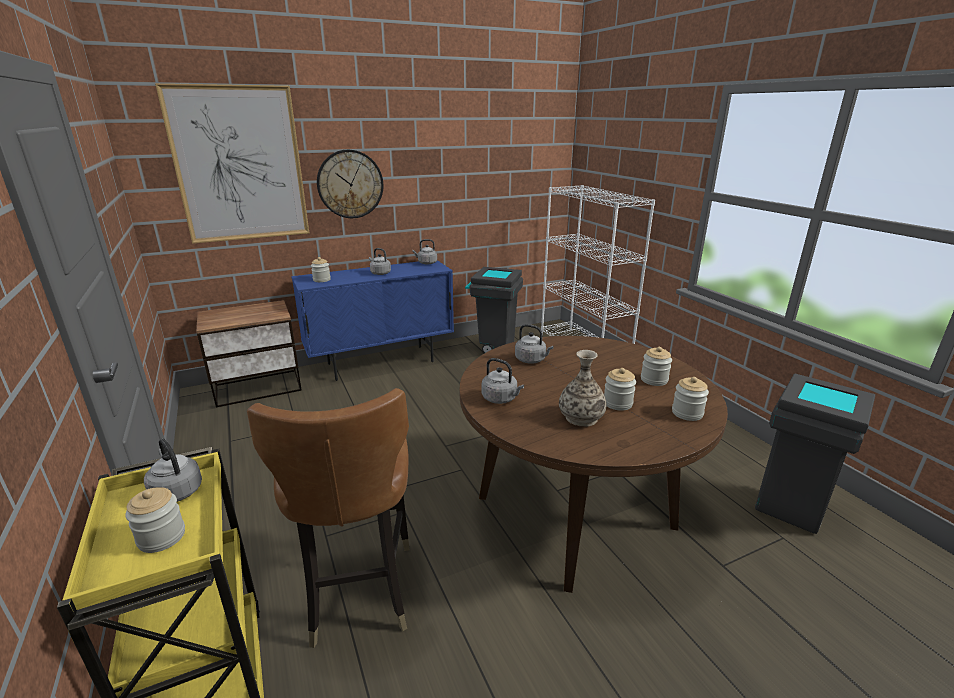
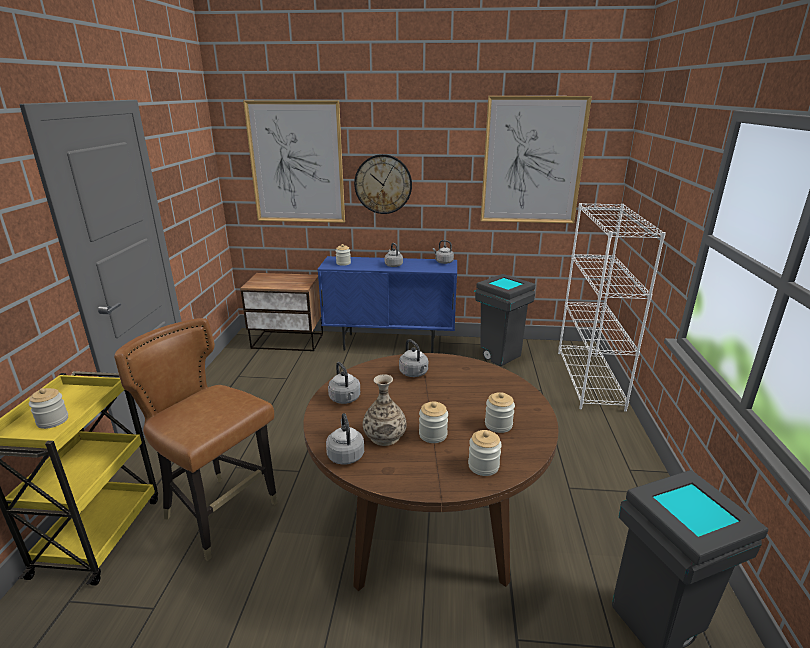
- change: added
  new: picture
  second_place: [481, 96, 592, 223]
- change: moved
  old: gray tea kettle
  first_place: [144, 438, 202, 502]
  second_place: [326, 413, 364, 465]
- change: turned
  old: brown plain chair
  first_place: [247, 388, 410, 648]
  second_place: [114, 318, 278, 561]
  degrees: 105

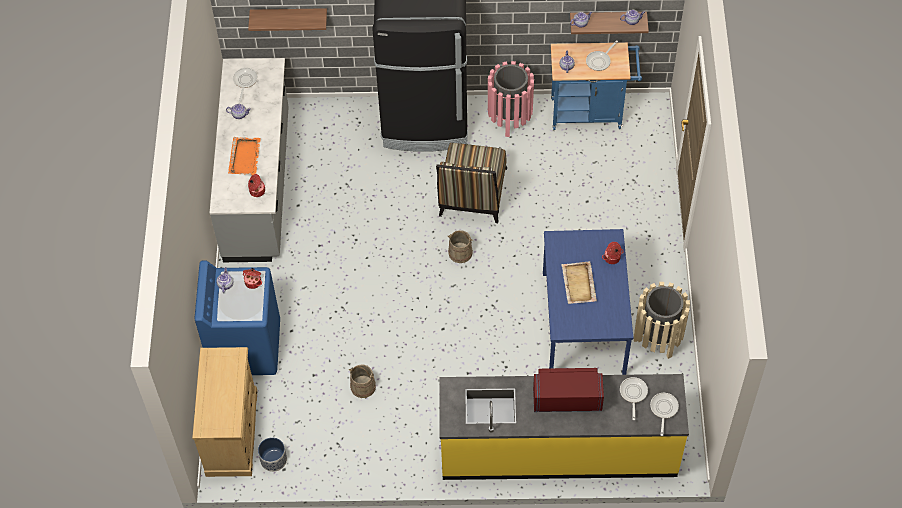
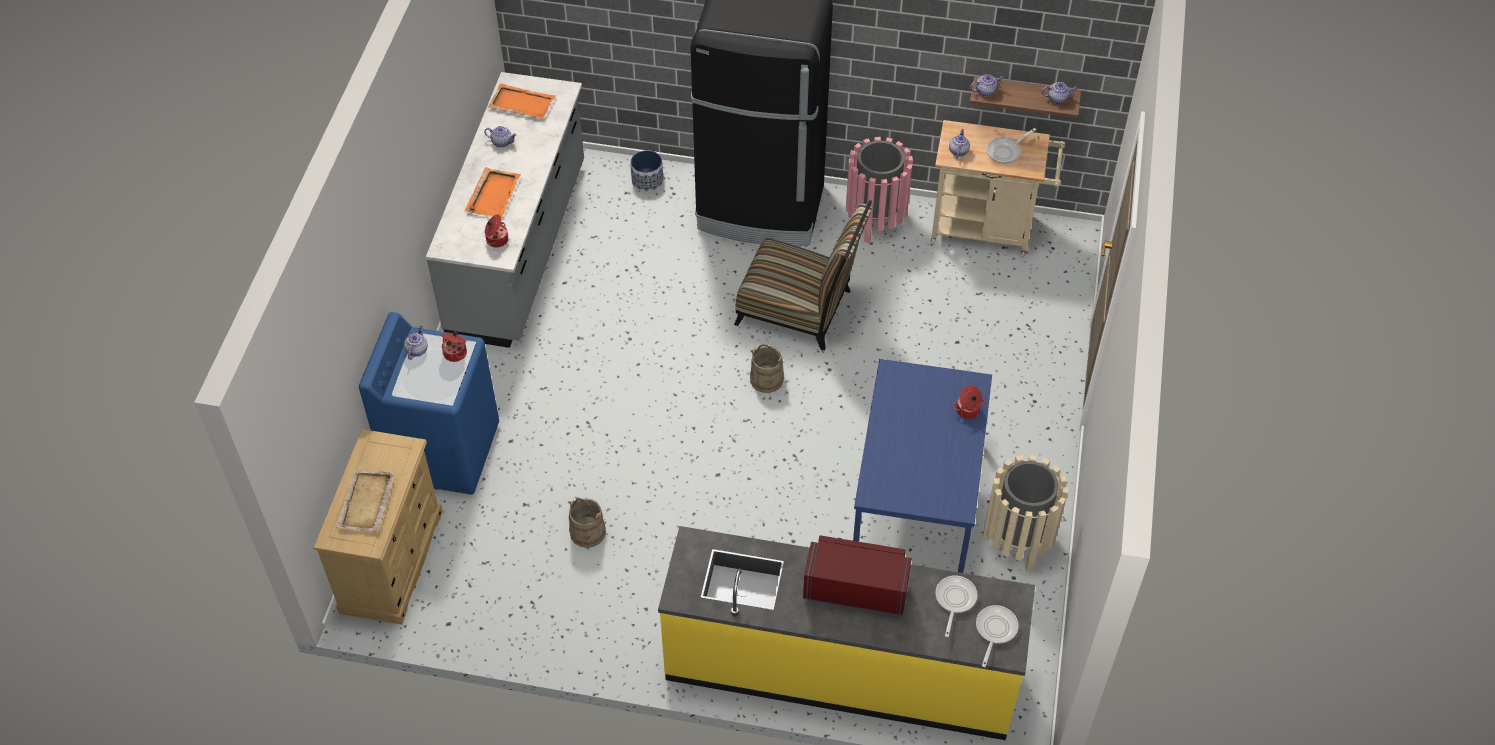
- change: removed
  old: shelf
  first_place: [248, 8, 327, 31]
- change: moved
  old: planter
  first_place: [258, 437, 287, 472]
  second_place: [630, 150, 663, 192]
- change: moved
  old: sand-coloured serving tray
  first_place: [561, 261, 597, 304]
  second_place: [336, 470, 395, 532]
- change: replaced
  old: skillet
  new: orangey serving tray
  first_place: [233, 68, 258, 101]
  second_place: [487, 83, 556, 119]
- change: recoloured
  old: blue cart
  new: sand-coloured cart
  first_place: [551, 43, 642, 130]
  second_place: [931, 120, 1065, 257]
- change: turned
  old: plain chair
  first_place: [436, 143, 507, 223]
  second_place: [734, 201, 872, 351]
  degrees: -90

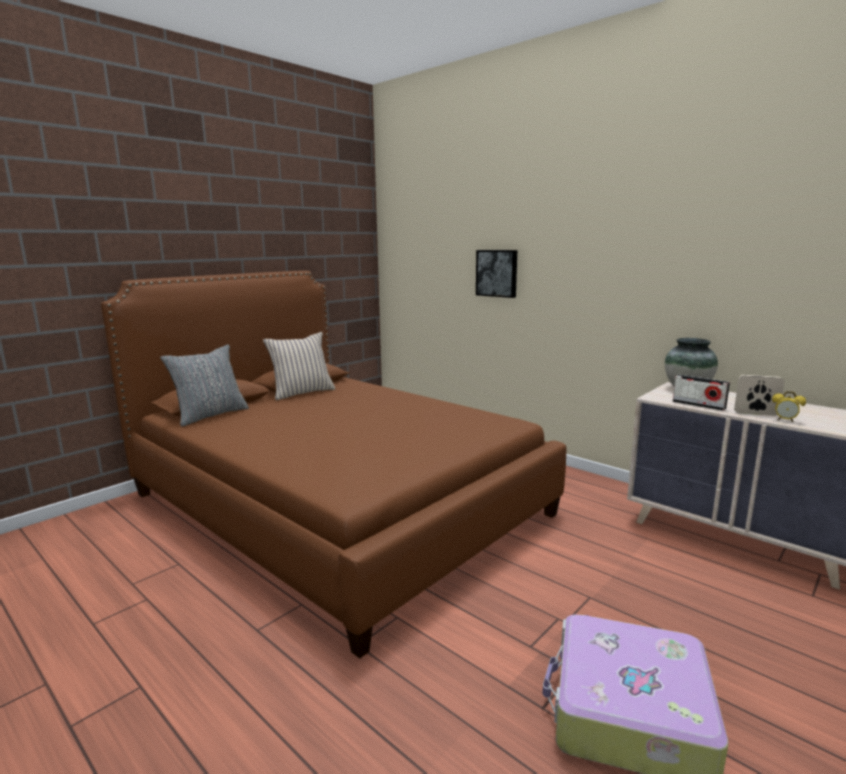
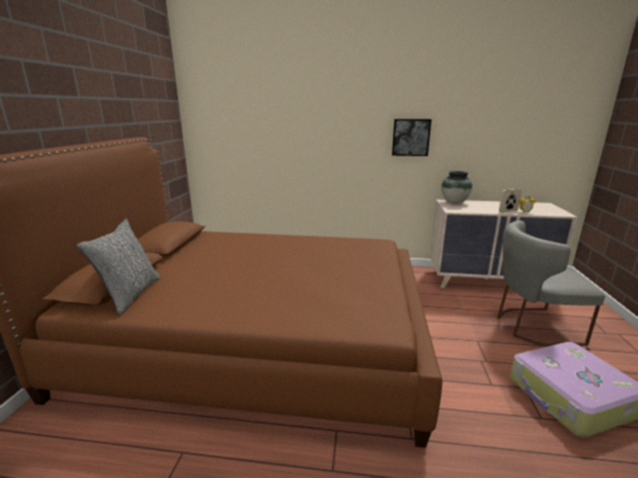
- change: removed
  old: sand-coloured throw pillow
  first_place: [263, 332, 335, 400]
- change: removed
  old: radio set
  first_place: [673, 375, 730, 411]
- change: added
  new: gray plain chair
  second_place: [497, 221, 605, 346]
- change: moved
  old: picture
  first_place: [476, 250, 517, 298]
  second_place: [392, 119, 431, 156]

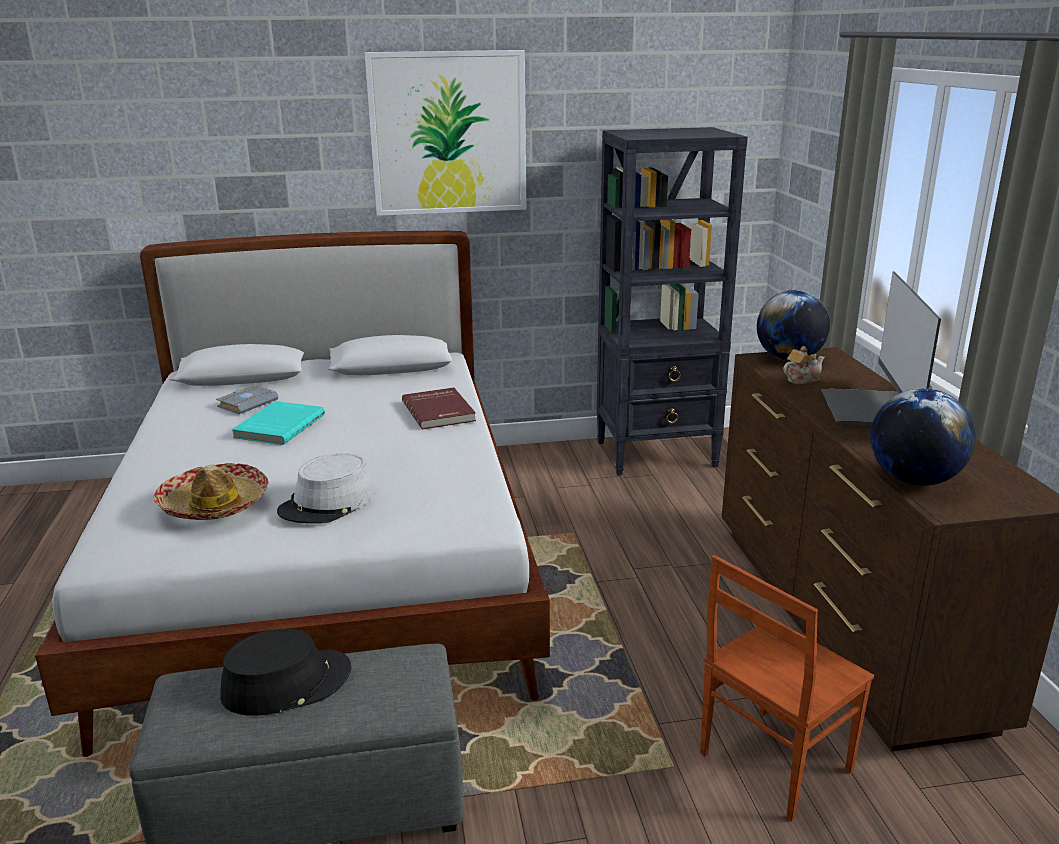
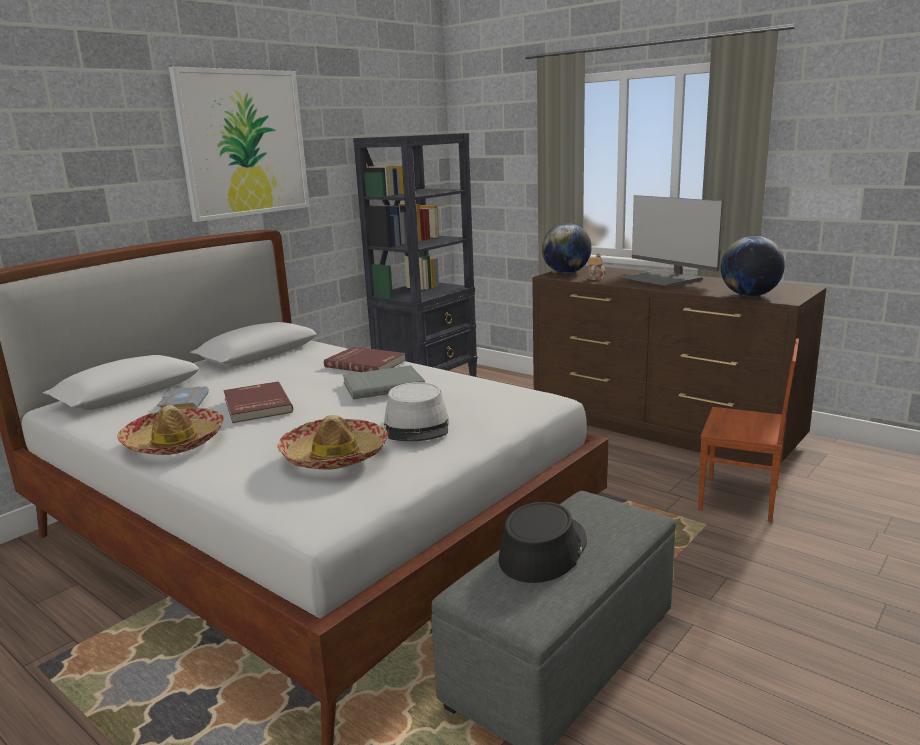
- change: added
  new: clothing hat
  second_place: [117, 405, 224, 455]
- change: added
  new: gray book
  second_place: [343, 365, 425, 399]
- change: recoloured
  old: turquoise-coloured book
  new: reddish book
  first_place: [232, 401, 325, 445]
  second_place: [223, 381, 293, 423]
- change: turned
  old: brown plain chair
  first_place: [700, 555, 874, 821]
  second_place: [698, 338, 799, 523]
  degrees: -75

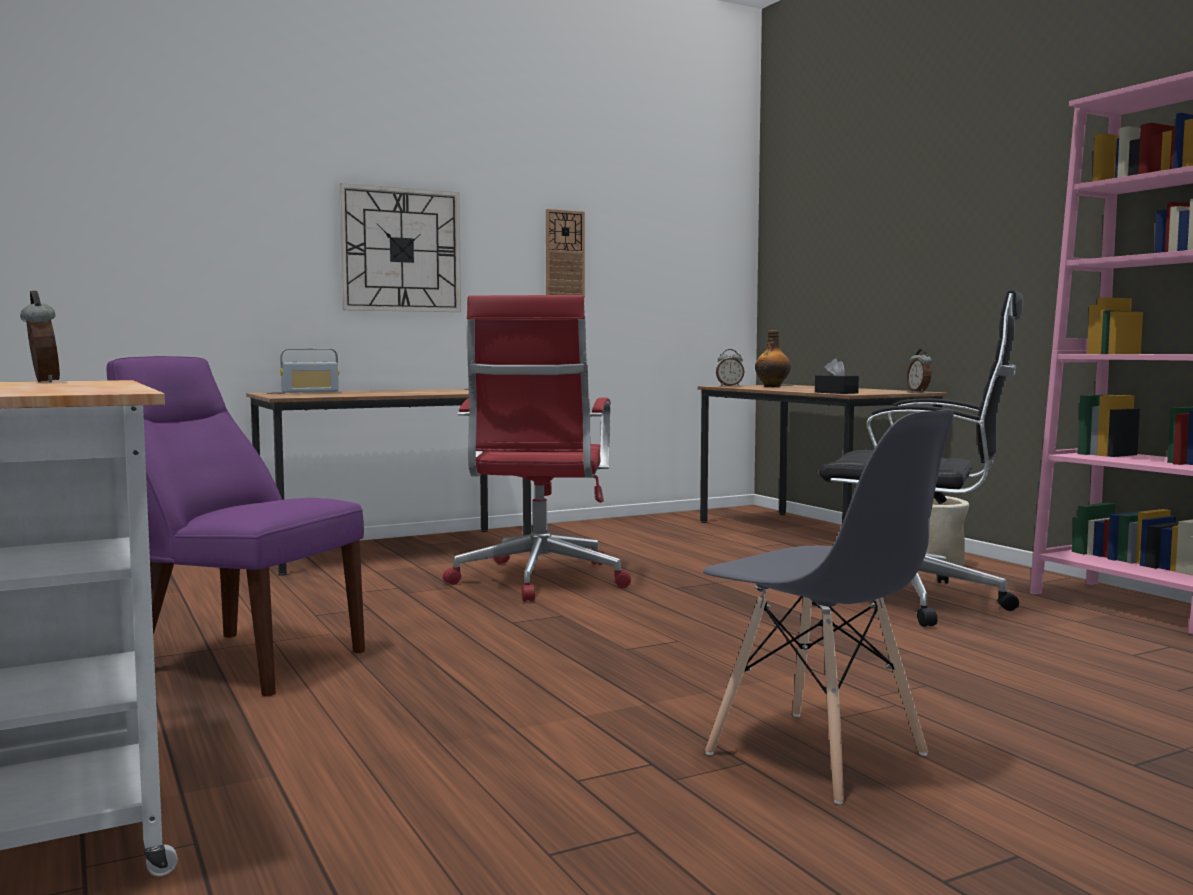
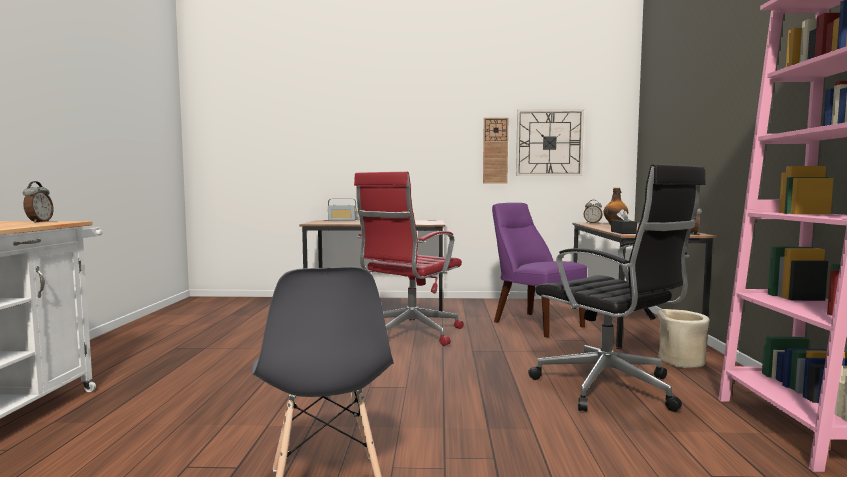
- change: moved
  old: purplish plain chair
  first_place: [107, 356, 365, 696]
  second_place: [492, 203, 587, 338]
- change: moved
  old: clock on the wall
  first_place: [339, 183, 461, 312]
  second_place: [516, 109, 584, 176]

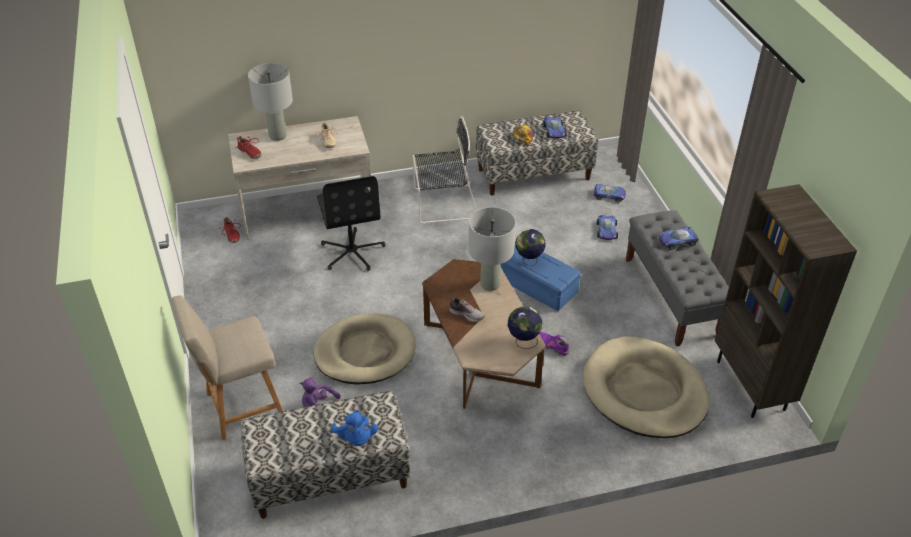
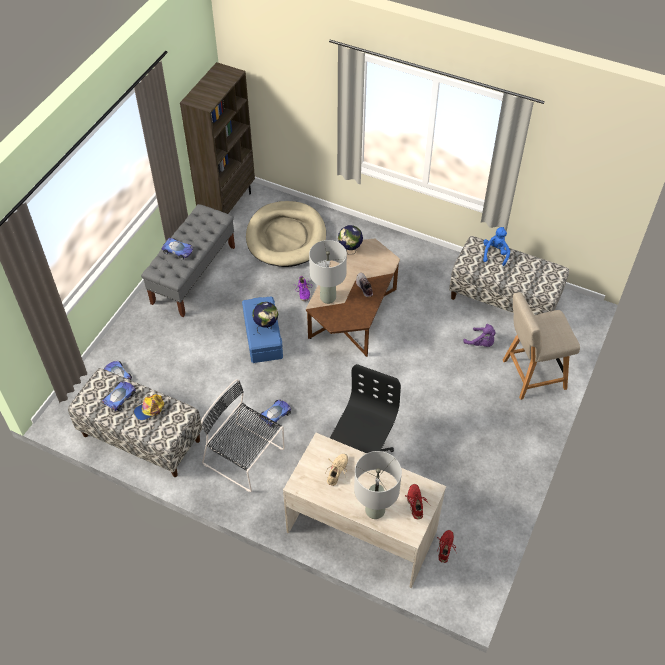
- change: removed
  old: sand-coloured dog bed
  first_place: [314, 313, 416, 385]
- change: moved
  old: model car
  first_place: [597, 215, 618, 240]
  second_place: [259, 400, 291, 428]
- change: turned
  old: sand-coloured plain chair
  first_place: [171, 295, 283, 440]
  second_place: [503, 292, 580, 400]
  degrees: 150

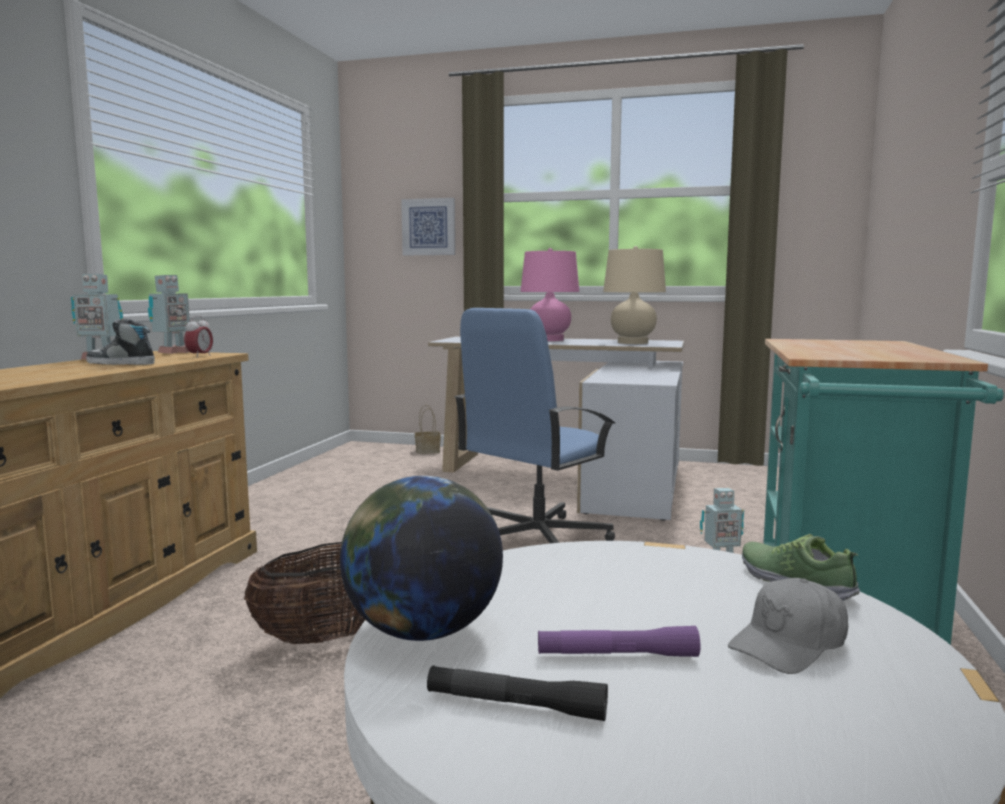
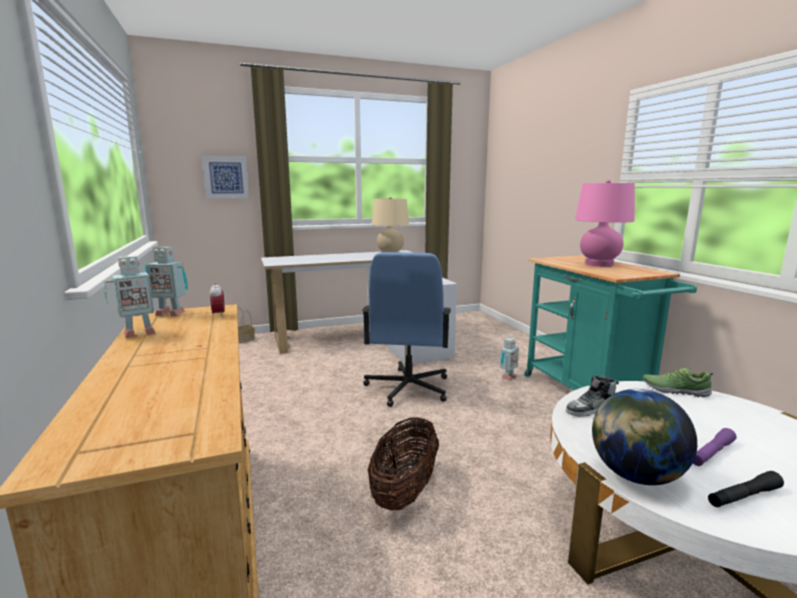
- change: removed
  old: gray baseball cap
  first_place: [728, 578, 848, 674]
- change: moved
  old: item of footwear
  first_place: [86, 319, 155, 365]
  second_place: [566, 375, 619, 417]
- change: moved
  old: pink-coloured lamp for a table
  first_place: [521, 248, 579, 341]
  second_place: [575, 180, 635, 267]
- change: turned
  old: toy robot
  first_place: [148, 275, 190, 354]
  second_place: [145, 247, 187, 317]
  degrees: 105

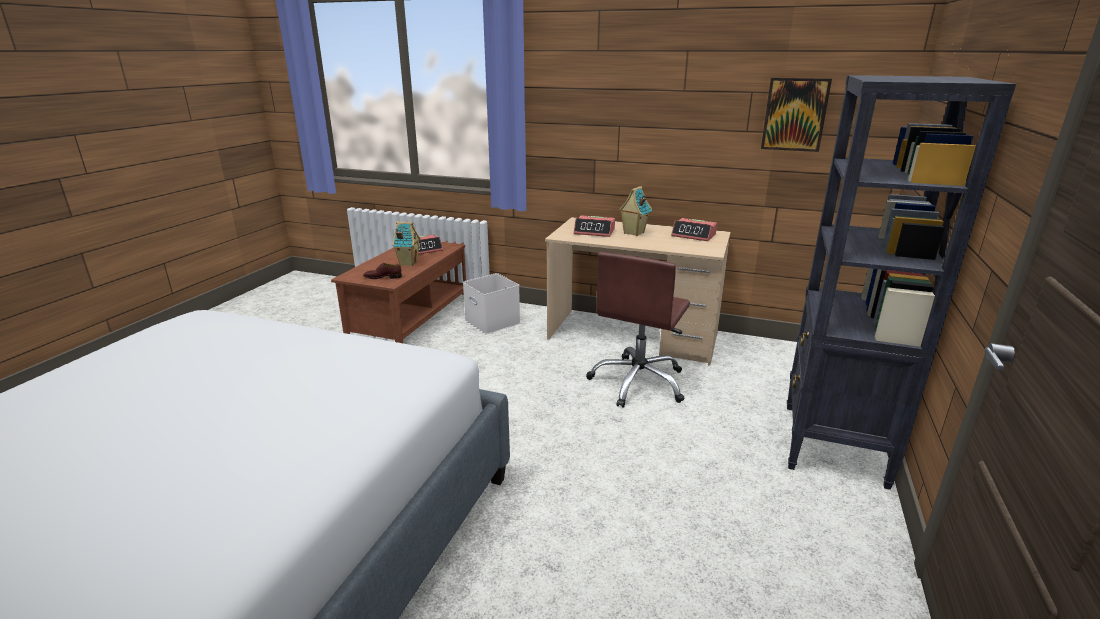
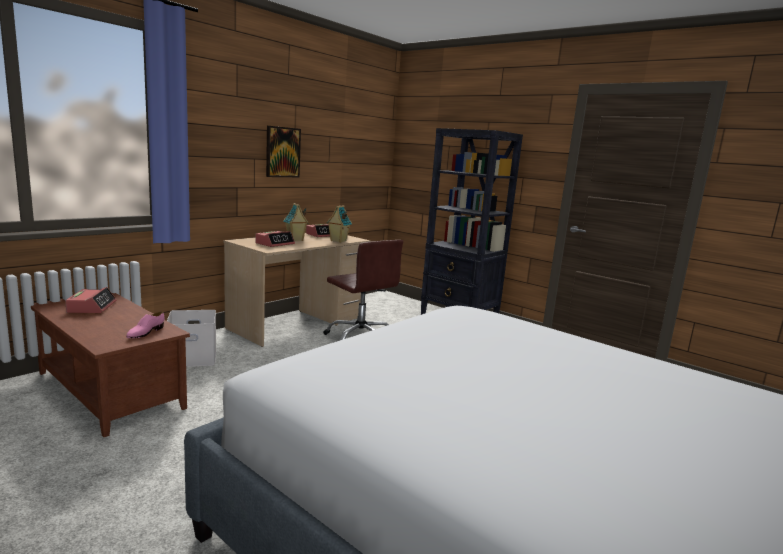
- change: moved
  old: model house
  first_place: [392, 222, 421, 266]
  second_place: [326, 205, 352, 243]
- change: moved
  old: picture
  first_place: [761, 78, 832, 152]
  second_place: [266, 126, 301, 177]
- change: recoloured
  old: brown item of footwear
  new: pink-coloured item of footwear
  first_place: [363, 263, 402, 279]
  second_place: [126, 311, 165, 338]

